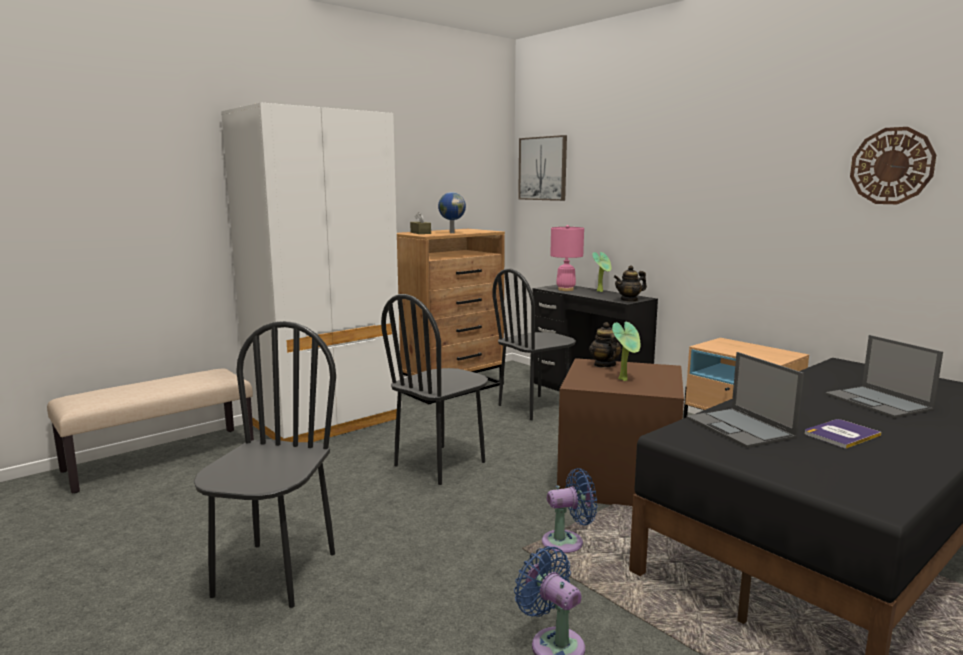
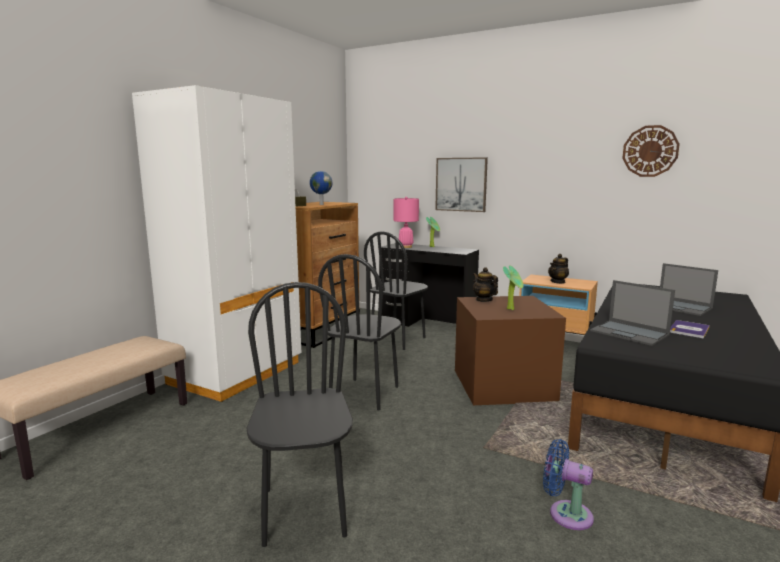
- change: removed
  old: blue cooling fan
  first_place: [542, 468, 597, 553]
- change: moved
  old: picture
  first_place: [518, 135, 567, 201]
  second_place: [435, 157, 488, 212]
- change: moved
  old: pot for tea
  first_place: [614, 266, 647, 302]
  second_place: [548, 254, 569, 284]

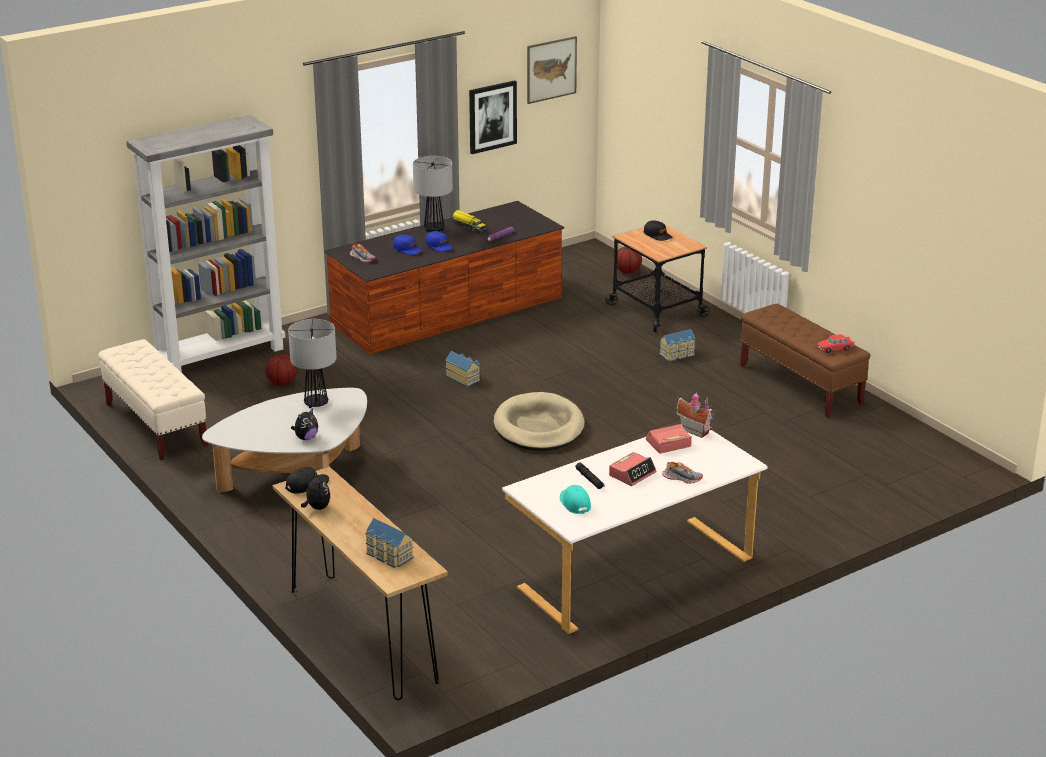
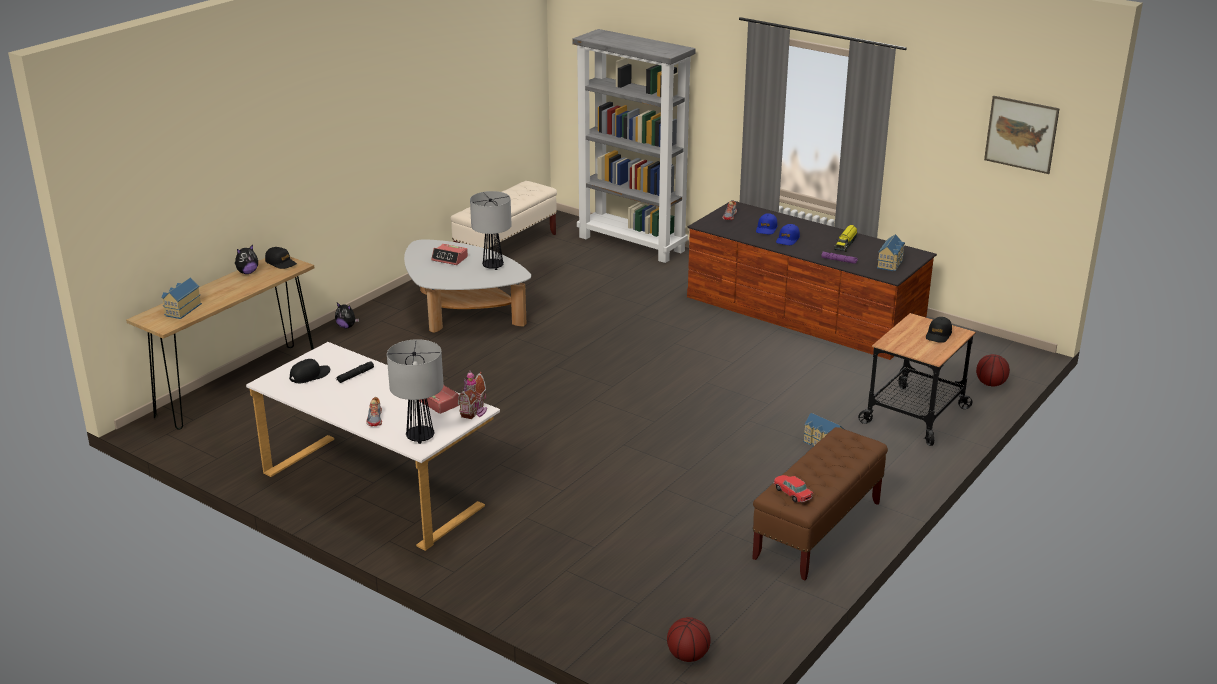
- change: removed
  old: picture
  first_place: [469, 80, 517, 154]
- change: removed
  old: sand-coloured dog bed
  first_place: [494, 392, 585, 451]
- change: moved
  old: basketball
  first_place: [265, 354, 297, 385]
  second_place: [667, 617, 711, 662]
- change: moved
  old: plush toy
  first_place: [291, 408, 318, 440]
  second_place: [335, 303, 359, 329]
- change: moved
  old: lamp for a table
  first_place: [413, 156, 453, 232]
  second_place: [387, 339, 444, 444]
- change: moved
  old: model house
  first_place: [445, 351, 480, 387]
  second_place: [877, 234, 905, 271]
- change: moved
  old: bedside clock
  first_place: [609, 452, 656, 486]
  second_place: [431, 244, 468, 265]
- change: recoloured
  old: turquoise-coloured baseball cap
  new: black baseball cap
  first_place: [560, 485, 591, 514]
  second_place: [289, 359, 330, 383]

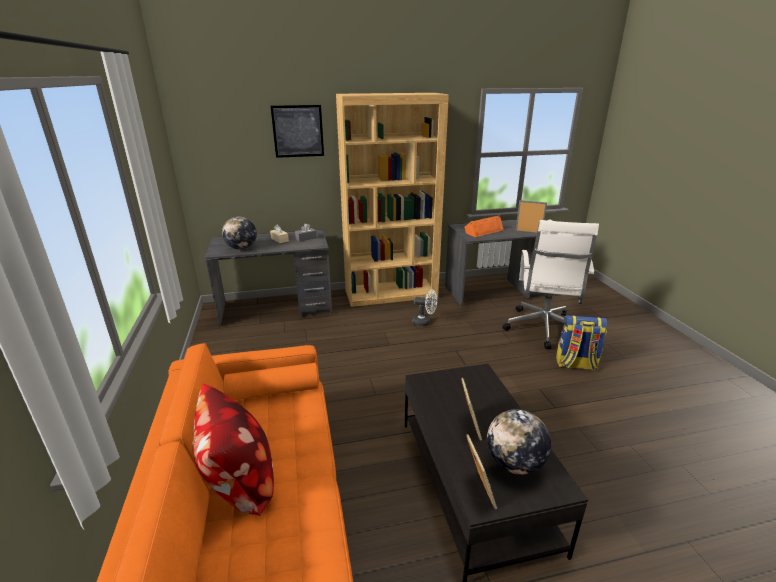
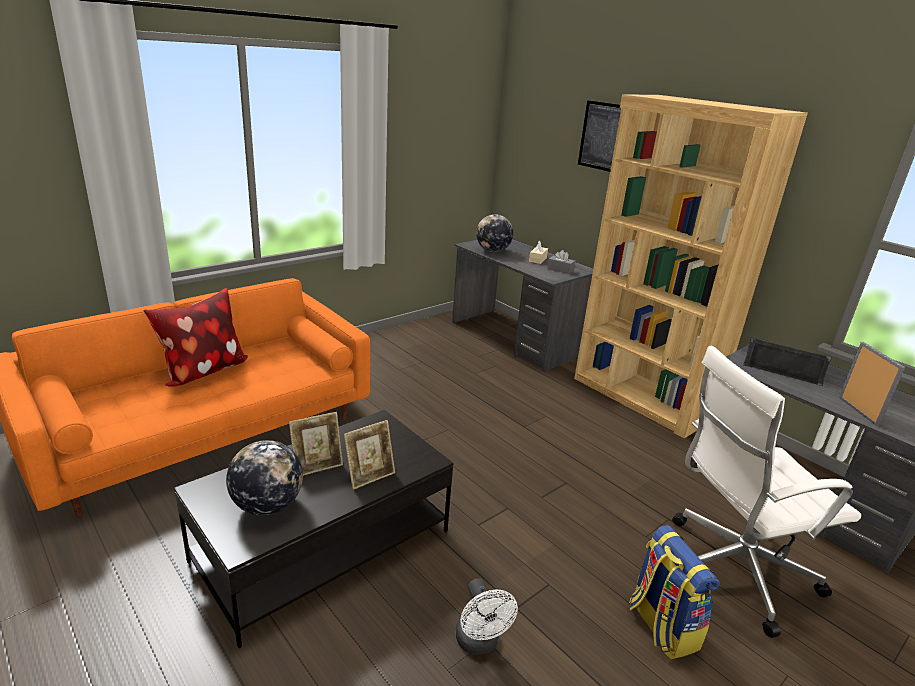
- change: moved
  old: white-coloured cooling fan
  first_place: [412, 290, 437, 326]
  second_place: [456, 578, 518, 655]
- change: moved
  old: photo frame
  first_place: [467, 434, 497, 509]
  second_place: [344, 420, 395, 490]
- change: recoloured
  old: orangey speaker
  new: black speaker
  first_place: [464, 215, 504, 237]
  second_place: [743, 337, 832, 386]

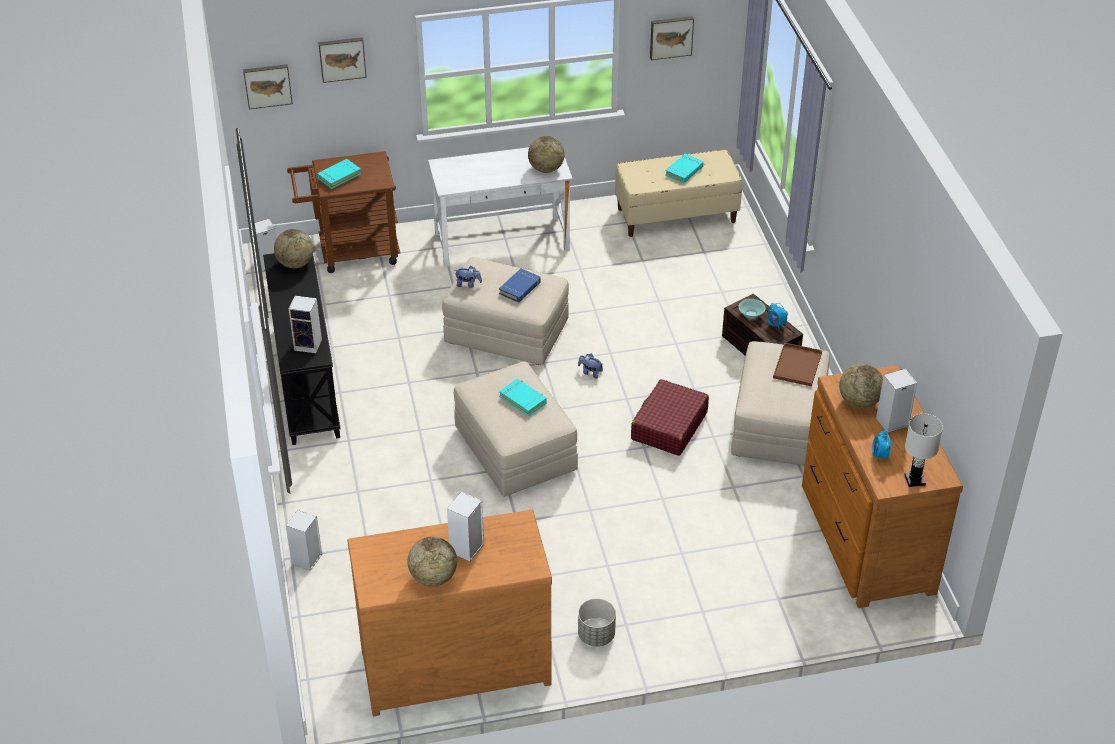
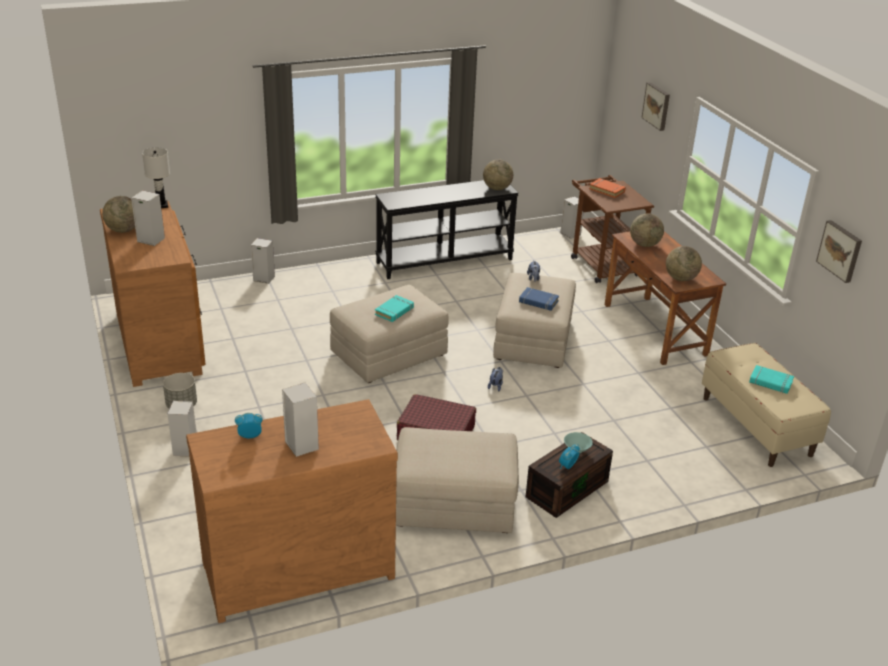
- change: removed
  old: picture
  first_place: [243, 64, 293, 109]
- change: removed
  old: brown serving tray
  first_place: [773, 343, 822, 386]
- change: moved
  old: speaker
  first_place: [289, 296, 322, 353]
  second_place: [168, 401, 196, 457]
- change: moved
  old: world globe
  first_place: [839, 364, 883, 408]
  second_place: [630, 213, 664, 247]
- change: moved
  old: white-coloured lamp for a table
  first_place: [904, 414, 943, 487]
  second_place: [142, 147, 170, 208]
- change: recoloured
  old: turquoise-coloured book
  new: orangey book
  first_place: [317, 159, 361, 189]
  second_place: [589, 178, 626, 198]
- change: recoloured
  old: white-coloured desk
  new: brown desk
  first_place: [428, 147, 573, 267]
  second_place: [605, 231, 726, 365]

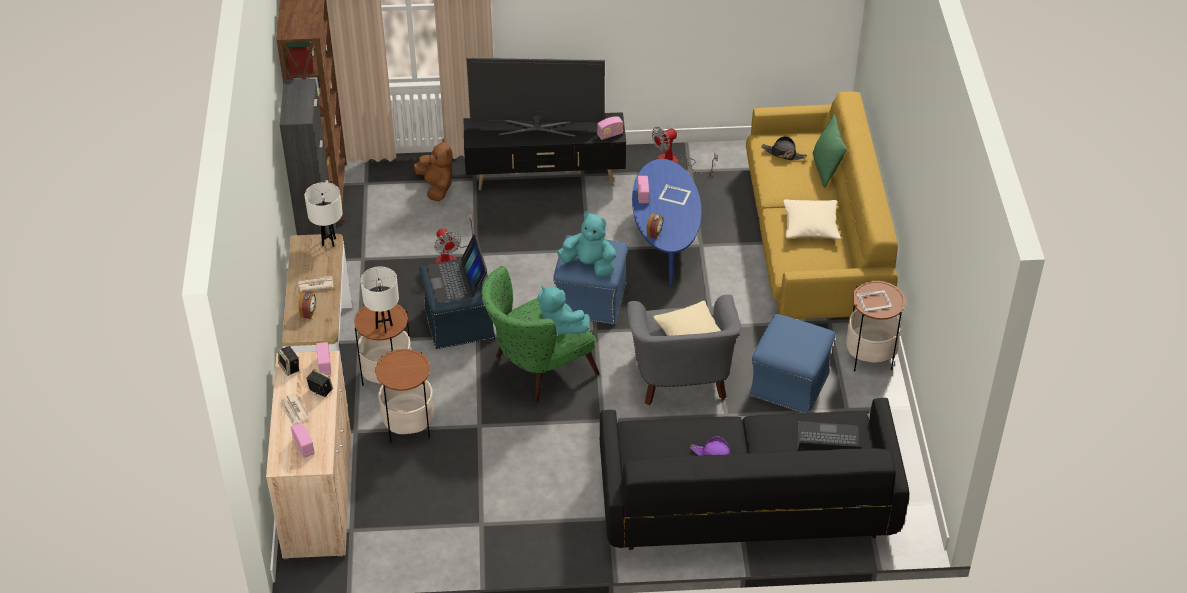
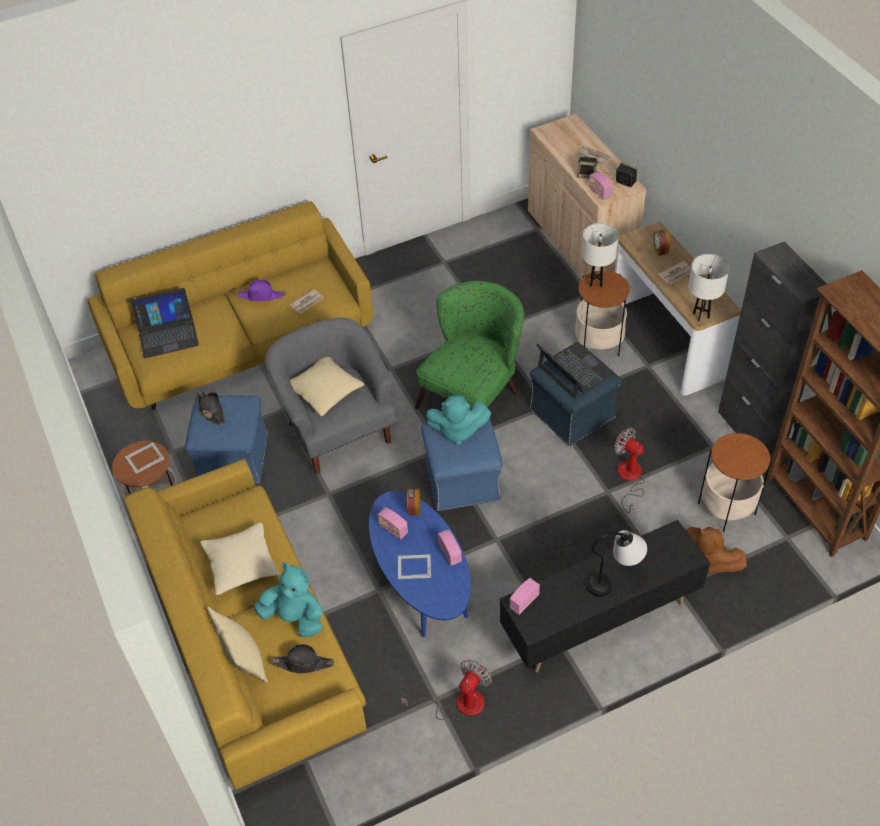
- change: added
  new: black clothing hat
  second_place: [197, 392, 226, 425]
- change: added
  new: newspaper
  second_place: [289, 289, 324, 313]
- change: moved
  old: radio set
  first_place: [291, 422, 314, 458]
  second_place: [378, 507, 408, 540]
- change: moved
  old: side table
  first_place: [375, 349, 435, 443]
  second_place: [698, 433, 771, 532]
- change: moved
  old: turquoise-coloured plush toy
  first_place: [538, 286, 590, 335]
  second_place: [254, 563, 323, 637]
- change: replaced
  old: television
  new: lamp for a table
  first_place: [467, 57, 605, 137]
  second_place: [587, 530, 647, 597]
- change: recoloured
  old: black sofa
  new: yellow sofa
  first_place: [600, 398, 909, 550]
  second_place: [88, 201, 373, 410]
- change: recoloured
  old: greenish throw pillow
  new: sand-coloured throw pillow
  first_place: [813, 114, 847, 188]
  second_place: [207, 607, 268, 683]

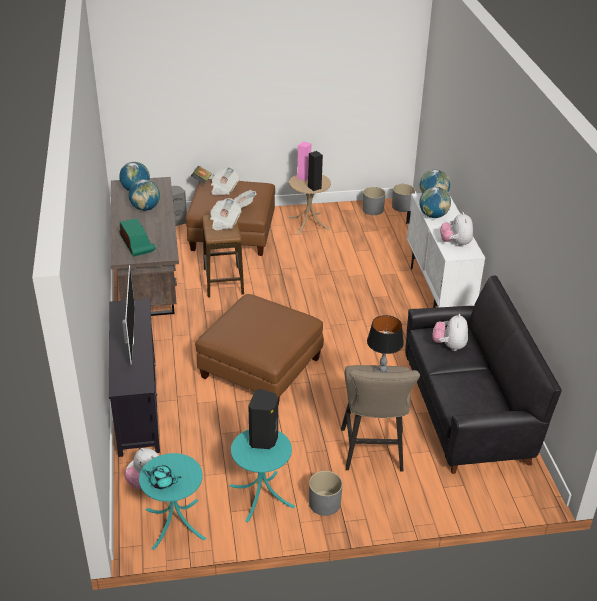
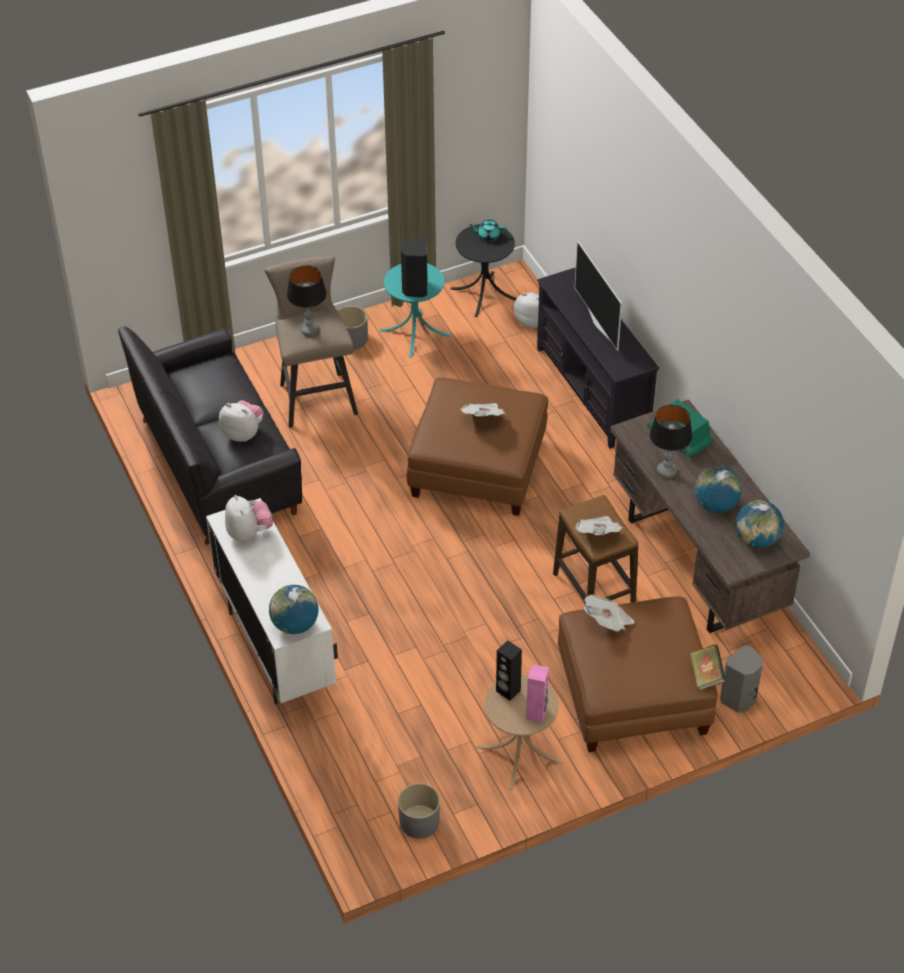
- change: removed
  old: gray planter
  first_place: [392, 184, 415, 212]
- change: removed
  old: world globe
  first_place: [420, 187, 451, 218]
- change: added
  new: lamp for a table
  second_place: [649, 405, 692, 478]
- change: moved
  old: newspaper
  first_place: [211, 167, 240, 195]
  second_place: [461, 403, 505, 416]
- change: recoloured
  old: turquoise-coloured side table
  new: black side table
  first_place: [139, 453, 207, 550]
  second_place: [450, 224, 517, 317]
- change: turned
  old: plush toy
  first_place: [432, 314, 468, 351]
  second_place: [219, 400, 263, 442]
  degrees: -60

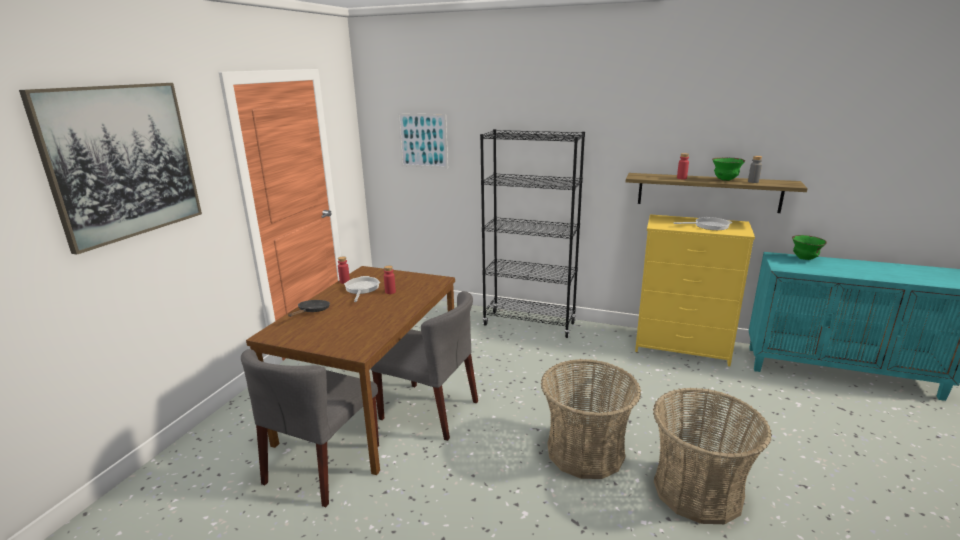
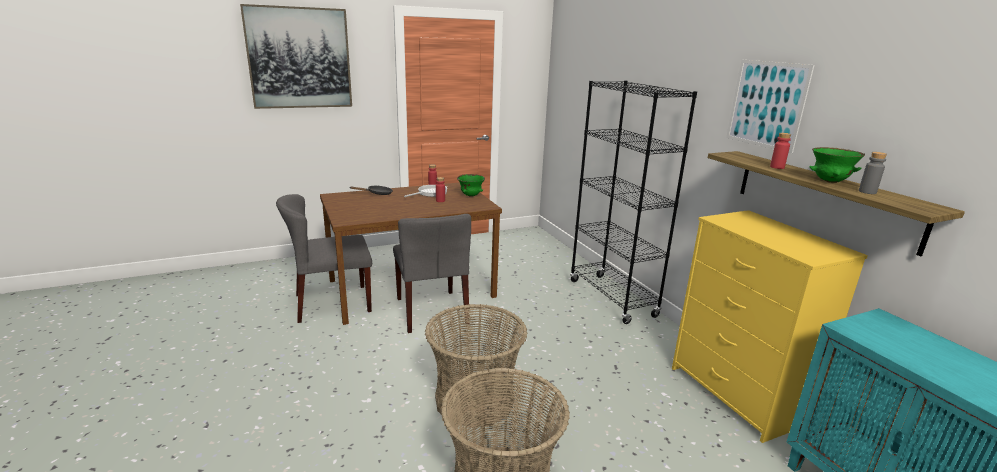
- change: removed
  old: skillet
  first_place: [674, 217, 732, 230]
- change: moved
  old: picture
  first_place: [398, 113, 448, 168]
  second_place: [726, 60, 814, 154]
- change: moved
  old: greenish bowl
  first_place: [792, 235, 827, 260]
  second_place: [457, 174, 485, 197]

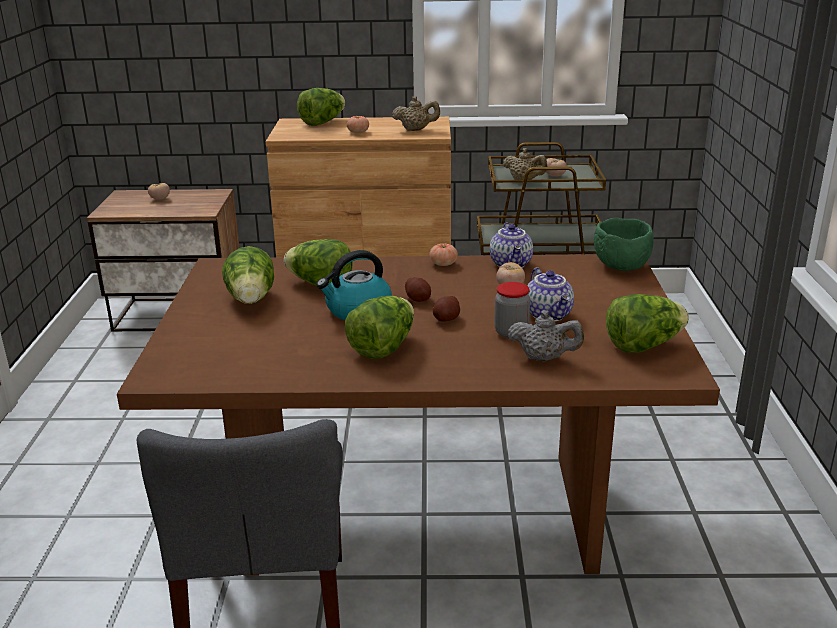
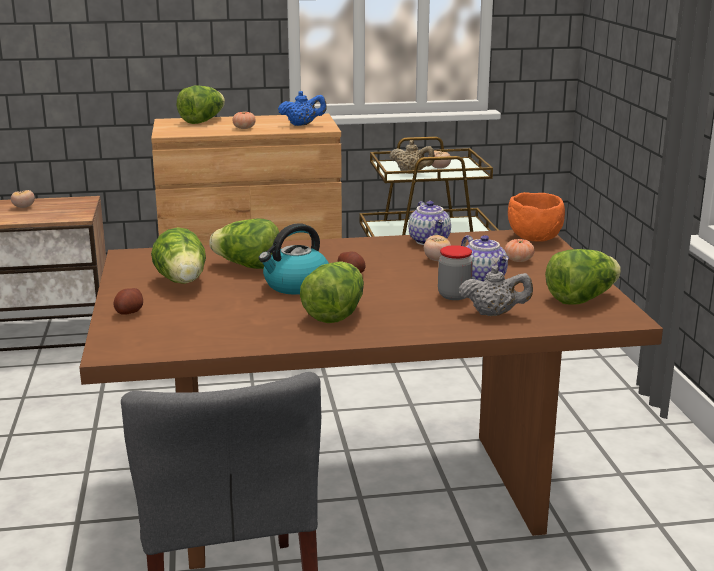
- change: moved
  old: fresh tomato
  first_place: [429, 244, 458, 266]
  second_place: [505, 239, 535, 262]
- change: moved
  old: potato
  first_place: [433, 296, 460, 322]
  second_place: [113, 288, 143, 315]
- change: recoloured
  old: sand-coloured pot for tea
  new: blue pot for tea
  first_place: [392, 96, 440, 131]
  second_place: [278, 91, 327, 126]
- change: recoloured
  old: greenish bowl
  new: orangey bowl
  first_place: [594, 218, 654, 271]
  second_place: [508, 192, 565, 242]

